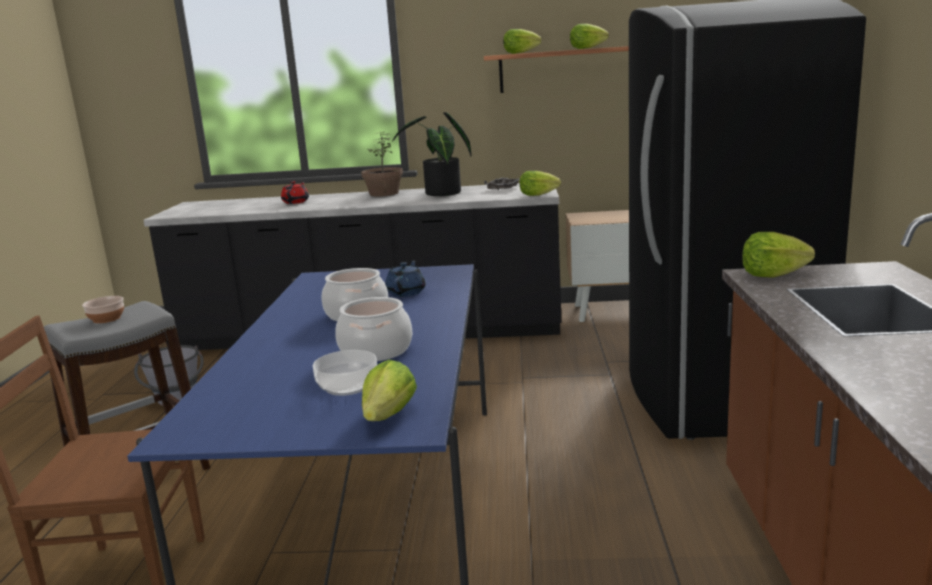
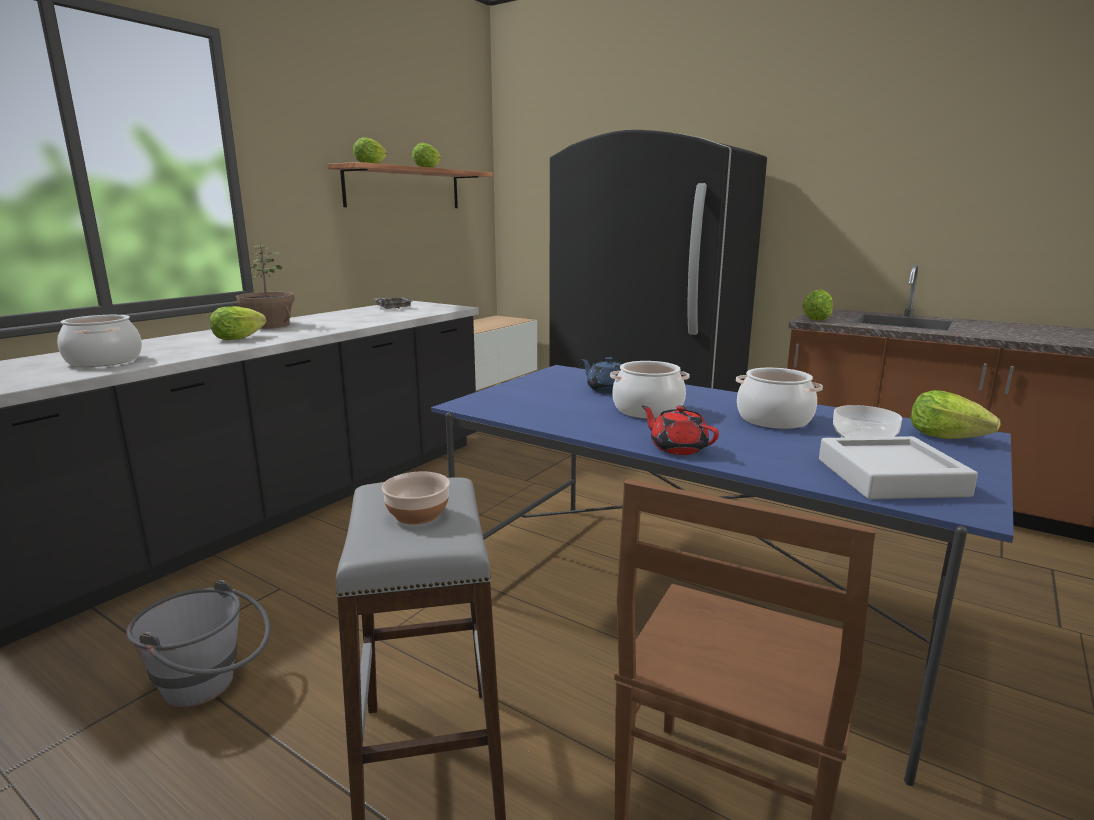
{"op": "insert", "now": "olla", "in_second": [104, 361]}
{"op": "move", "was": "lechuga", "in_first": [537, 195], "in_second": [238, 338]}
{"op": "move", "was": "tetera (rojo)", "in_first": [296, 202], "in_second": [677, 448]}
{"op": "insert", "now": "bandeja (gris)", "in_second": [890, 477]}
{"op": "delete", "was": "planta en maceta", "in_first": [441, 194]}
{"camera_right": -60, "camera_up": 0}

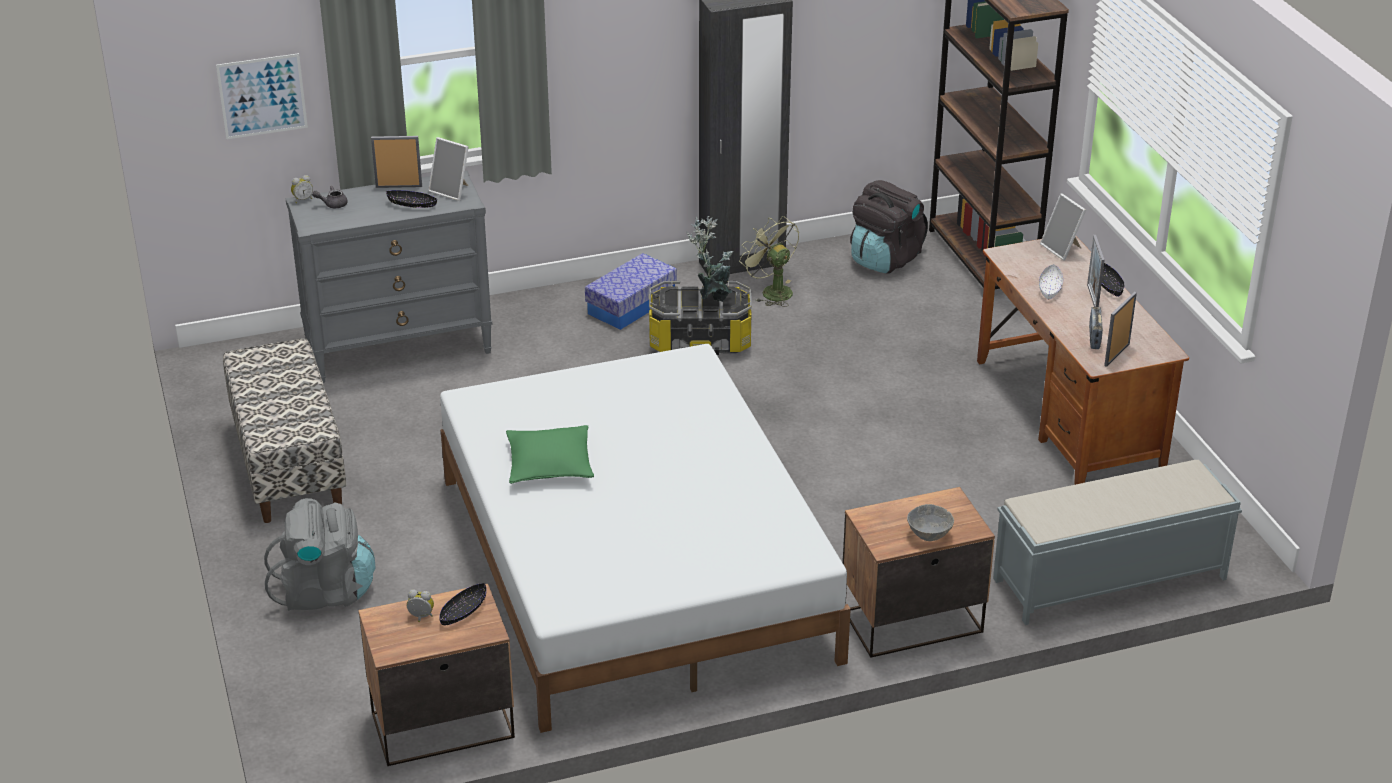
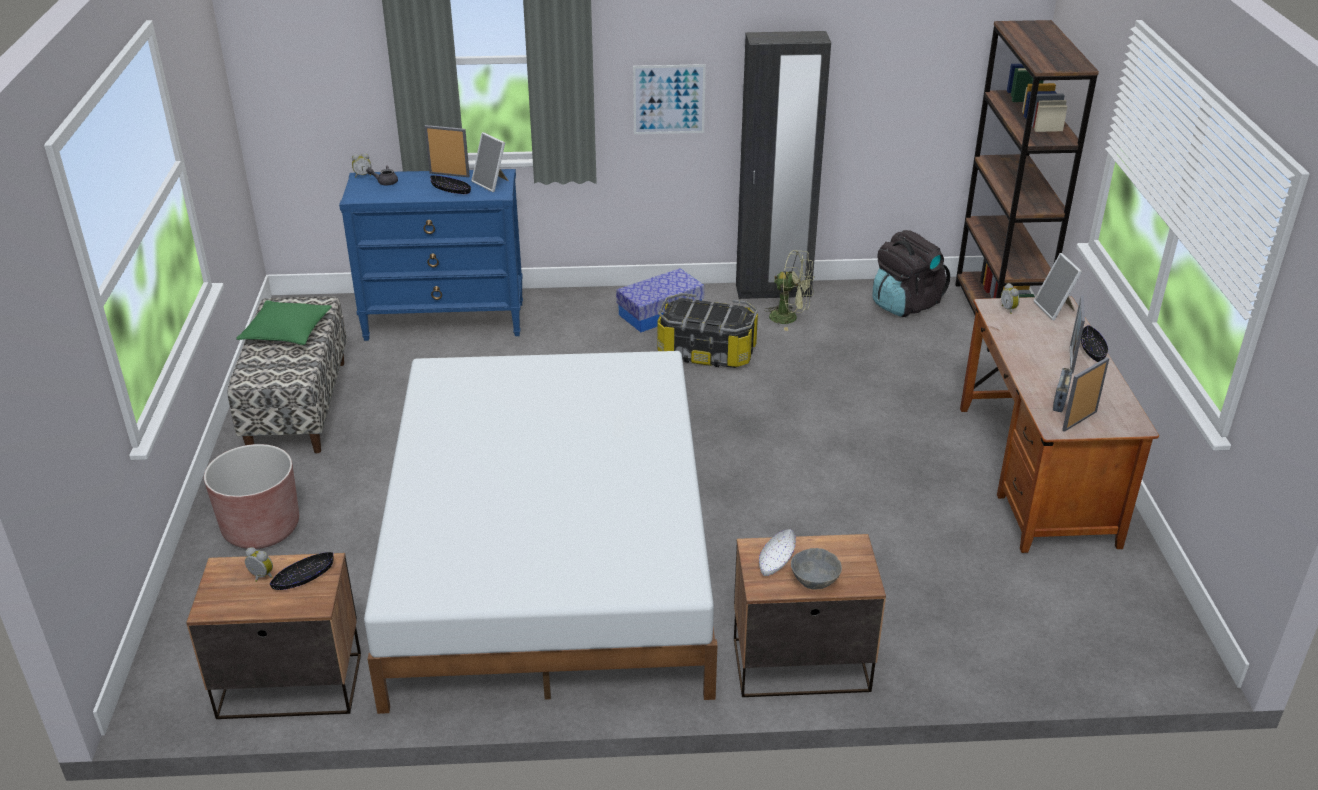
{"op": "replace", "was": "mochila (gris)", "now": "maceta (marrón)", "in_first": [325, 592], "in_second": [261, 528]}
{"op": "move", "was": "cojín (verde)", "in_first": [550, 464], "in_second": [286, 332]}
{"op": "recolor", "was": "cómoda (gris)", "now": "cómoda (azul)", "in_first": [399, 348], "in_second": [445, 321]}
{"op": "move", "was": "cuadro", "in_first": [262, 96], "in_second": [669, 99]}
{"op": "move", "was": "cuenco (blanco)", "in_first": [1050, 289], "in_second": [776, 560]}
{"op": "rotate", "was": "ventilador (verde)", "in_first": [771, 291], "in_second": [790, 318], "clockwise": 135}
{"op": "insert", "now": "despertador", "in_second": [1009, 309]}
{"op": "delete", "was": "planta en maceta", "in_first": [712, 298]}
{"op": "delete", "was": "banco (gris)", "in_first": [1108, 579]}
{"camera_right": 15, "camera_up": 0}

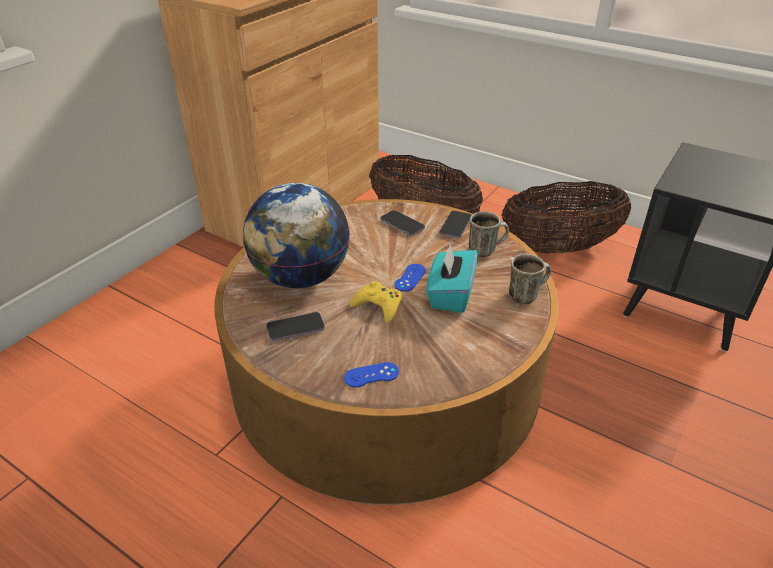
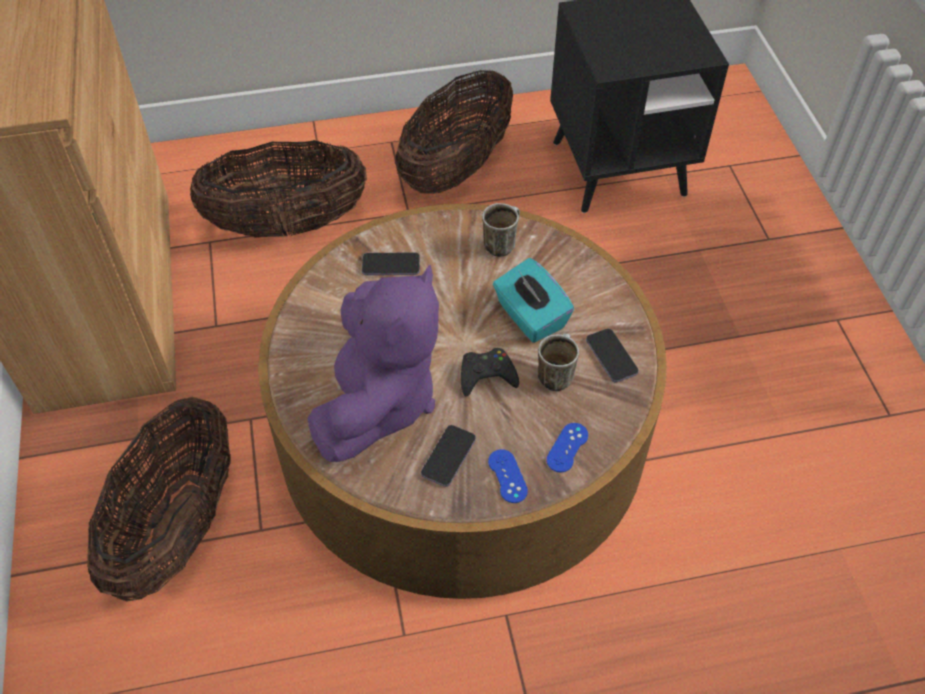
{"op": "insert", "now": "cesta", "in_second": [178, 527]}
{"op": "replace", "was": "globo terráqueo", "now": "peluche (morado)", "in_first": [300, 277], "in_second": [378, 401]}
{"op": "recolor", "was": "mando de consola (amarillo)", "now": "mando de consola (negro)", "in_first": [378, 305], "in_second": [487, 375]}
{"op": "move", "was": "mando de consola (azul)", "in_first": [410, 278], "in_second": [507, 476]}
{"op": "move", "was": "taza grande", "in_first": [526, 294], "in_second": [555, 374]}
{"op": "move", "was": "móvil", "in_first": [455, 226], "in_second": [611, 356]}
{"camera_right": -45, "camera_up": 15}

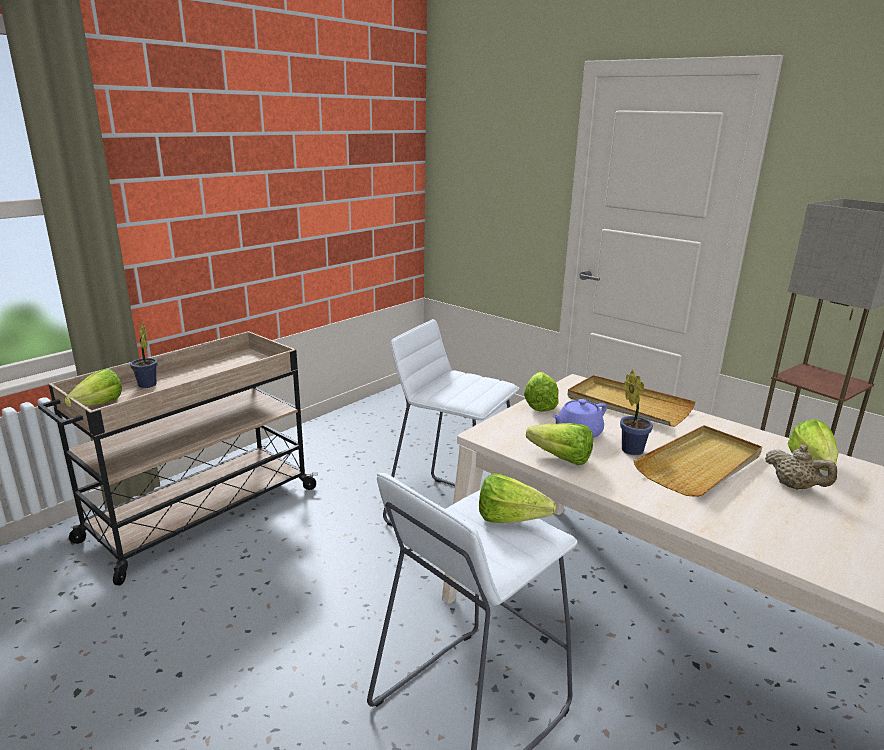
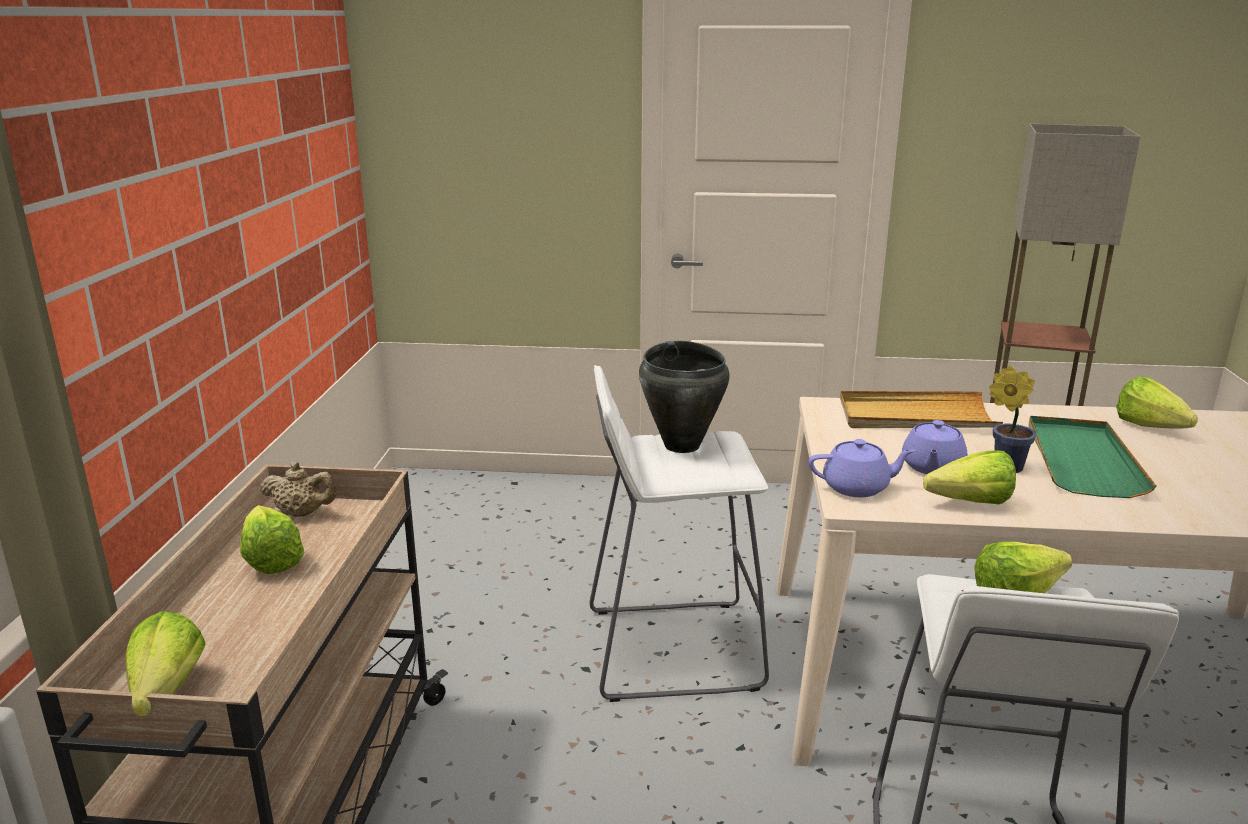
{"op": "move", "was": "lechuga", "in_first": [540, 403], "in_second": [272, 556]}
{"op": "move", "was": "tetera (beis)", "in_first": [794, 486], "in_second": [302, 513]}
{"op": "insert", "now": "olla (negro)", "in_second": [682, 445]}
{"op": "insert", "now": "tetera (morado)", "in_second": [857, 487]}
{"op": "recolor", "was": "bandeja (beis)", "now": "bandeja (verde)", "in_first": [700, 464], "in_second": [1081, 460]}
{"op": "delete", "was": "planta en maceta", "in_first": [147, 386]}
{"camera_right": -35, "camera_up": 0}

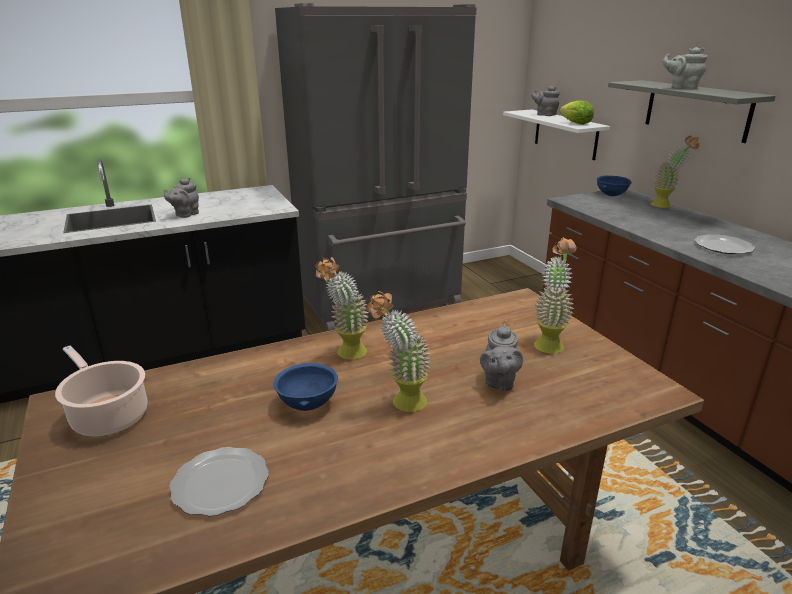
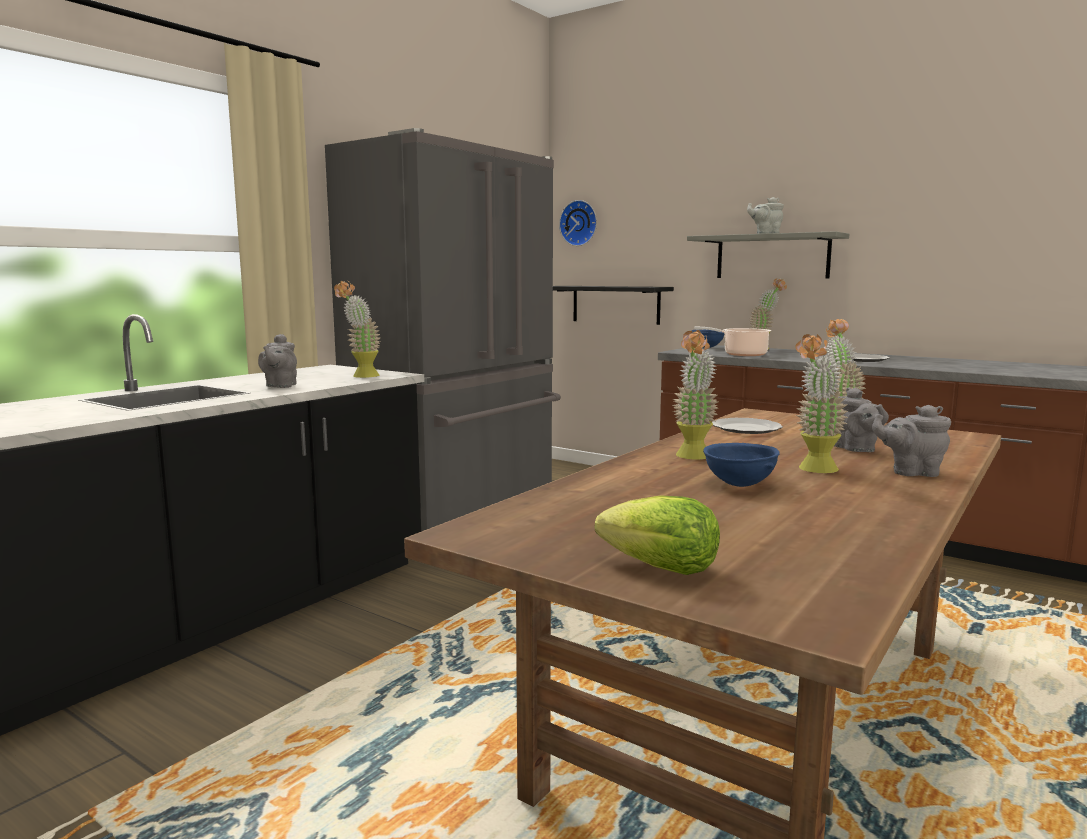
{"op": "insert", "now": "planta en maceta", "in_second": [360, 376]}
{"op": "recolor", "was": "estante (blanco)", "now": "estante (negro)", "in_first": [565, 134], "in_second": [615, 304]}
{"op": "insert", "now": "reloj de pared", "in_second": [579, 223]}
{"op": "move", "was": "lechuga", "in_first": [575, 123], "in_second": [661, 569]}
{"op": "move", "was": "olla", "in_first": [108, 415], "in_second": [742, 354]}
{"op": "move", "was": "plato", "in_first": [219, 483], "in_second": [745, 429]}
{"op": "move", "was": "tetera (gris)", "in_first": [544, 114], "in_second": [911, 472]}
{"camera_right": -30, "camera_up": -15}

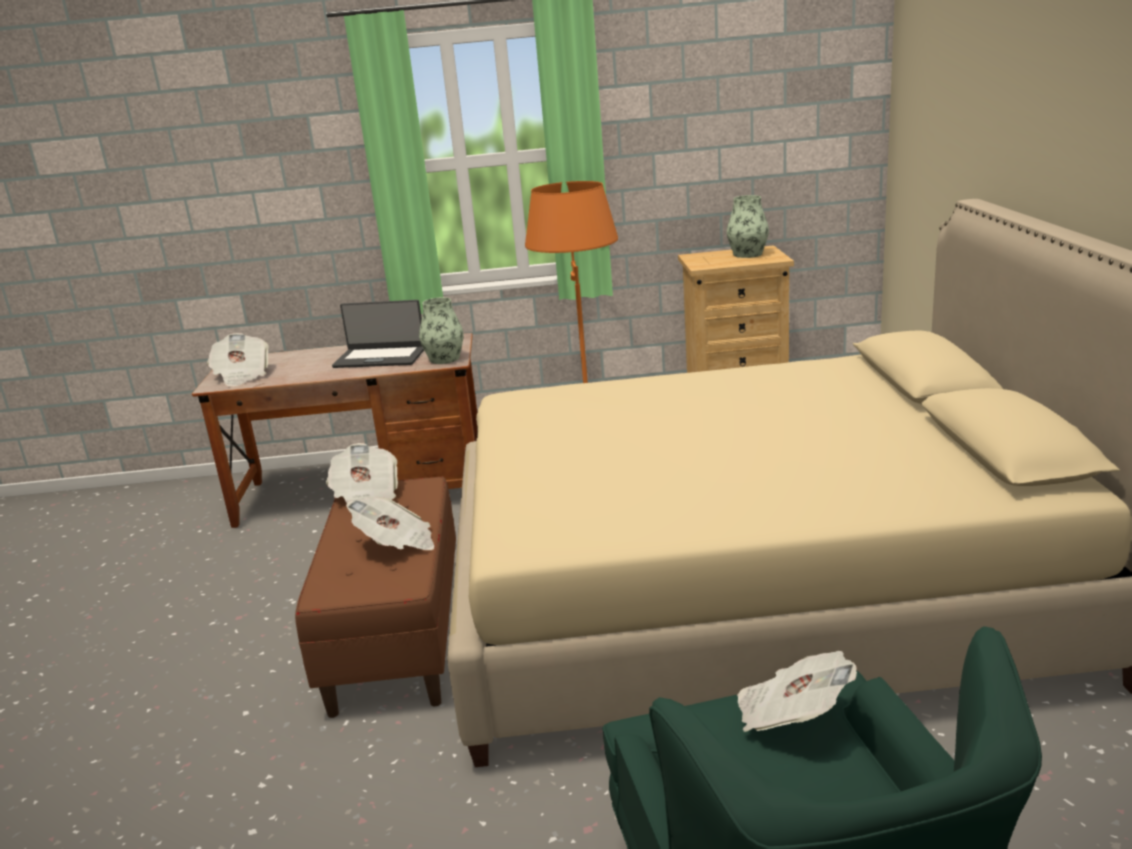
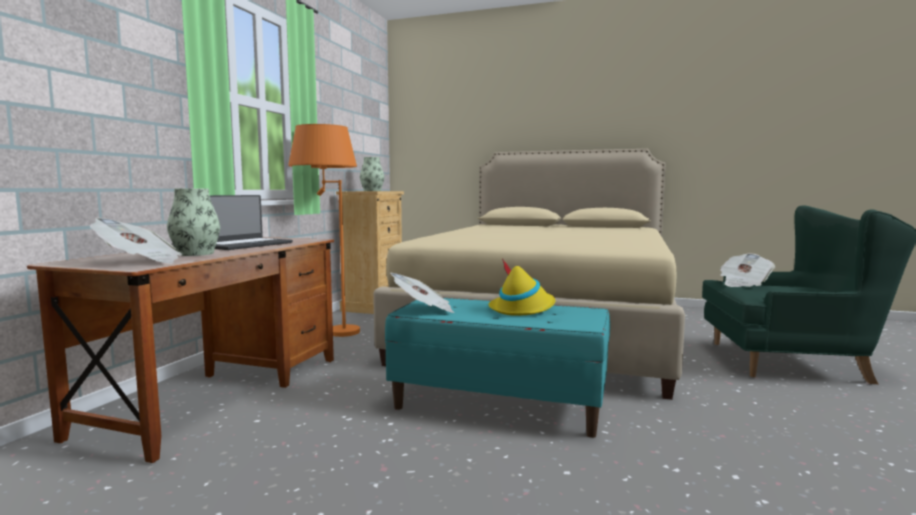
{"op": "move", "was": "florero", "in_first": [444, 359], "in_second": [195, 253]}
{"op": "recolor", "was": "banco (marrón)", "now": "banco (turquesa)", "in_first": [398, 636], "in_second": [499, 404]}
{"op": "replace", "was": "periódico", "now": "sombrero (amarillo)", "in_first": [396, 544], "in_second": [522, 309]}
{"camera_right": -70, "camera_up": -15}

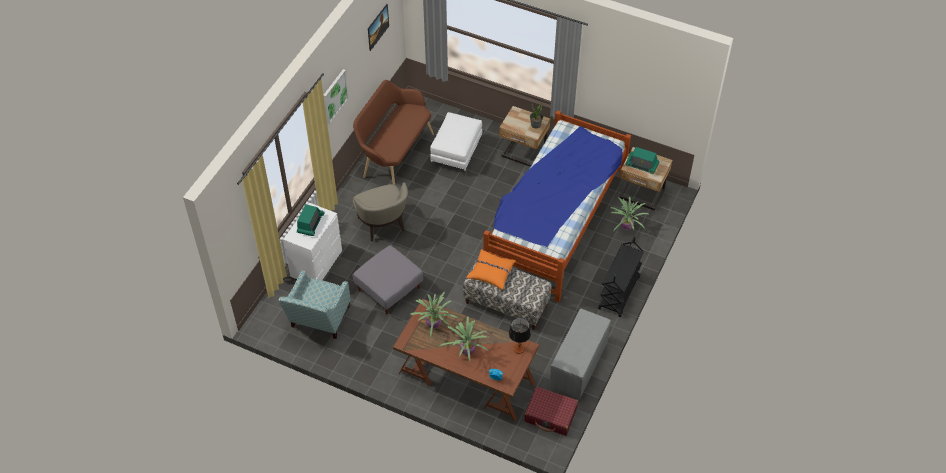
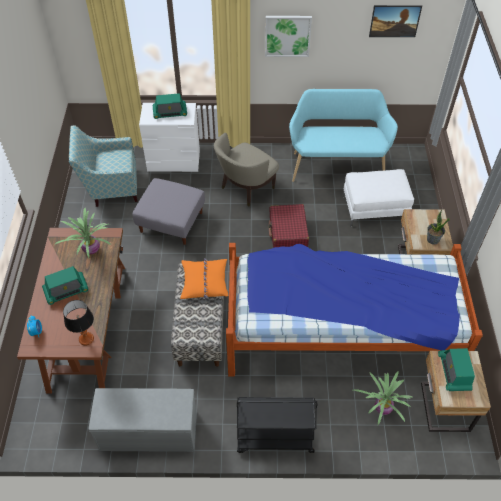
{"op": "replace", "was": "planta en maceta", "now": "radio", "in_first": [466, 350], "in_second": [66, 290]}
{"op": "move", "was": "maleta (rojo)", "in_first": [550, 415], "in_second": [288, 232]}
{"op": "recolor", "was": "banco (marrón)", "now": "banco (turquesa)", "in_first": [394, 155], "in_second": [336, 164]}
{"camera_right": 65, "camera_up": 0}

